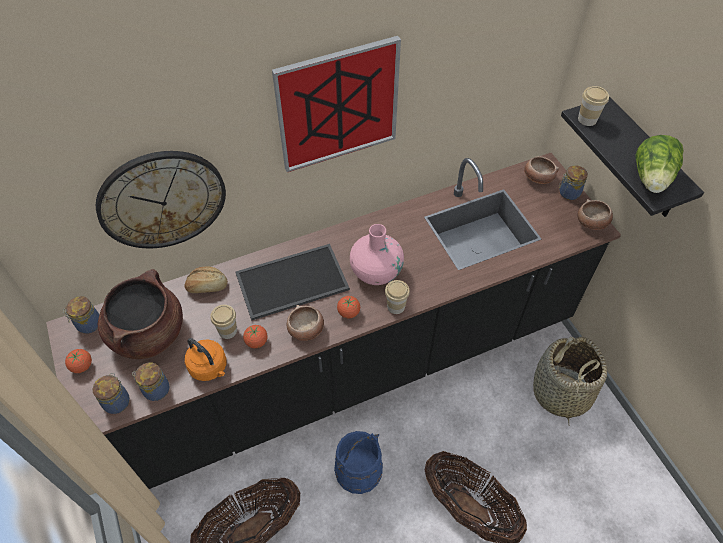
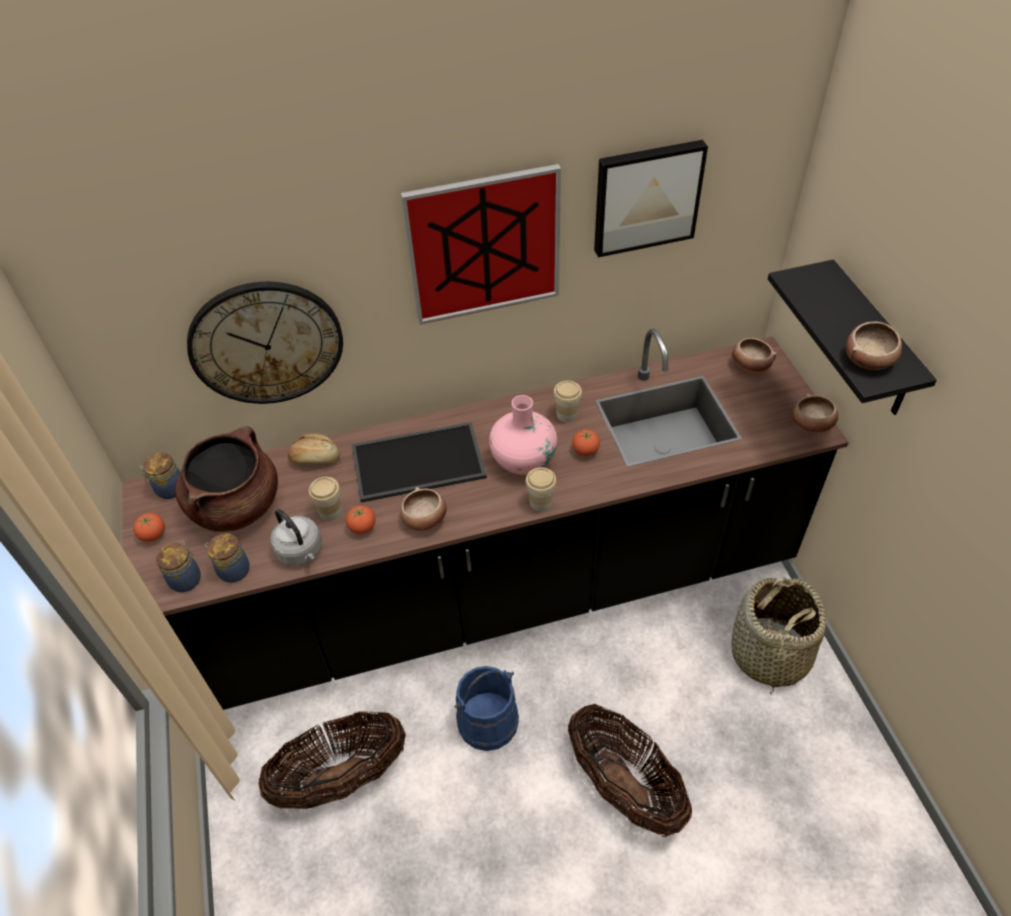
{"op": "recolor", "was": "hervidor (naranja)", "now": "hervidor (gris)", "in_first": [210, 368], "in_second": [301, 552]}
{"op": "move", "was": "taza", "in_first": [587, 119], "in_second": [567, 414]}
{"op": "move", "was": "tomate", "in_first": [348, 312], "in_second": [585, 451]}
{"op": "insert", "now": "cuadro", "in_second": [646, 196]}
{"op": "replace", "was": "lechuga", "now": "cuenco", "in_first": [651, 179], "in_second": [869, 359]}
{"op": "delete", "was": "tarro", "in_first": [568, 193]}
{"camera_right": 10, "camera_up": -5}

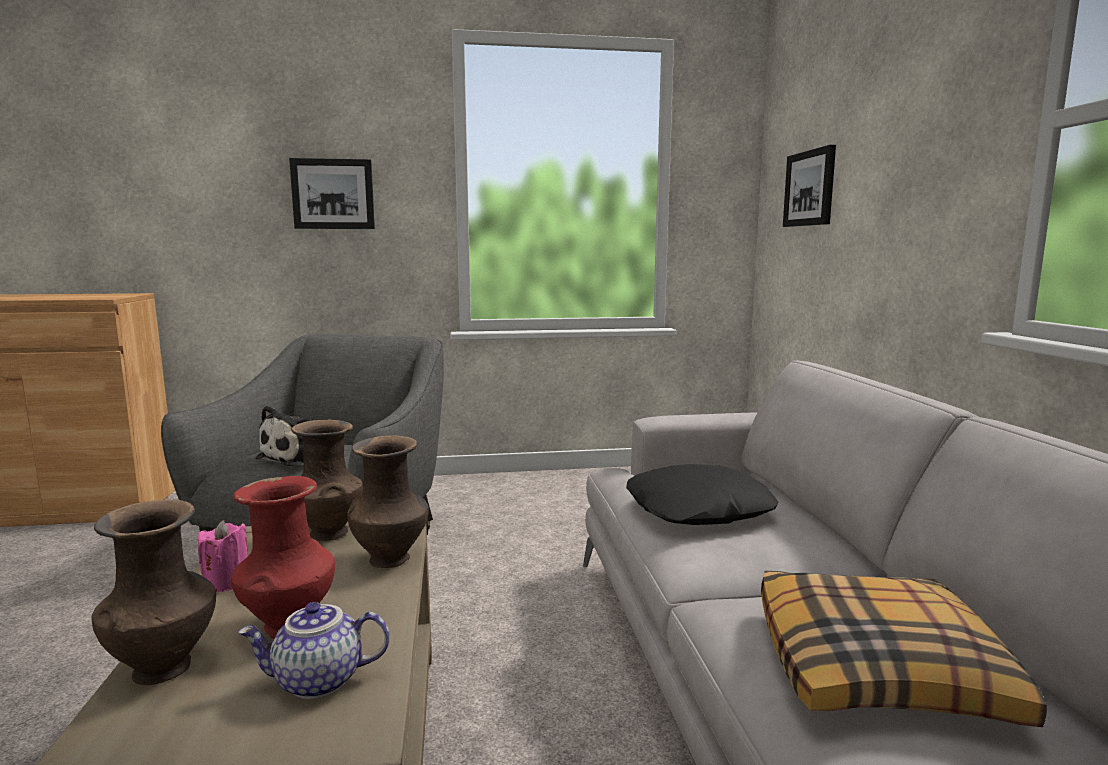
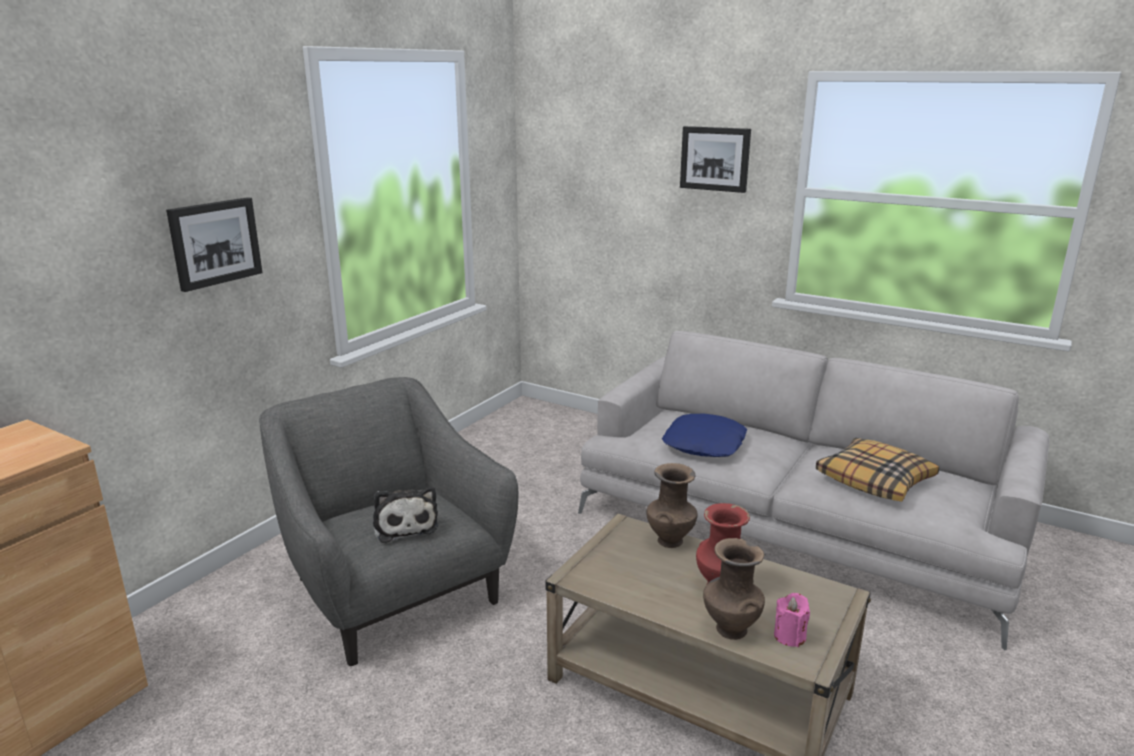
{"op": "recolor", "was": "cojín (negro)", "now": "cojín (azul)", "in_first": [698, 510], "in_second": [705, 444]}
{"op": "move", "was": "cuadro", "in_first": [810, 188], "in_second": [715, 158]}
{"op": "move", "was": "vela (rosa)", "in_first": [227, 582], "in_second": [789, 636]}
{"op": "delete", "was": "tetera", "in_first": [317, 682]}
{"op": "delete", "was": "florero (marrón)", "in_first": [327, 533]}
{"camera_right": -50, "camera_up": 10}

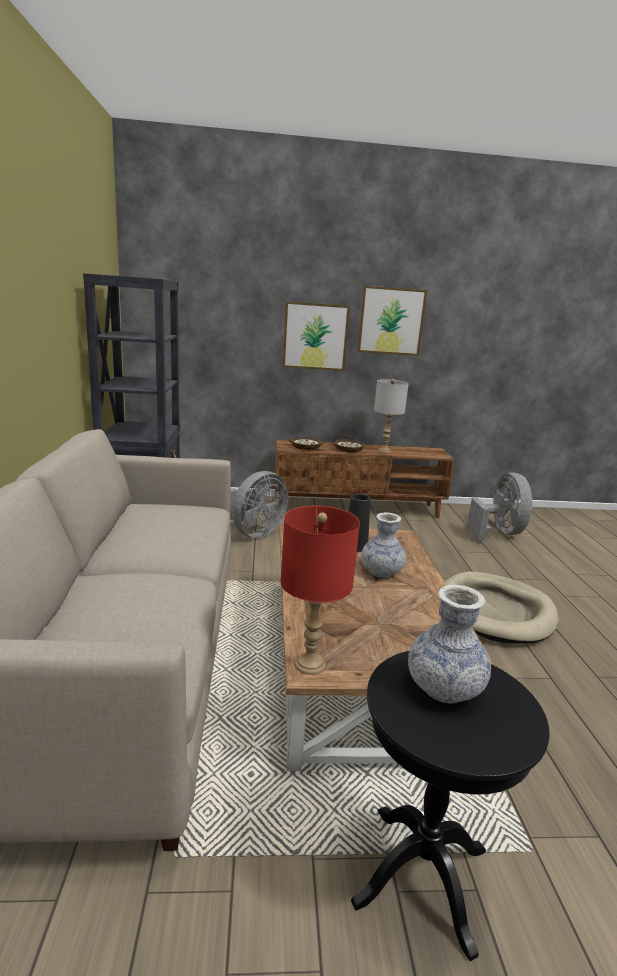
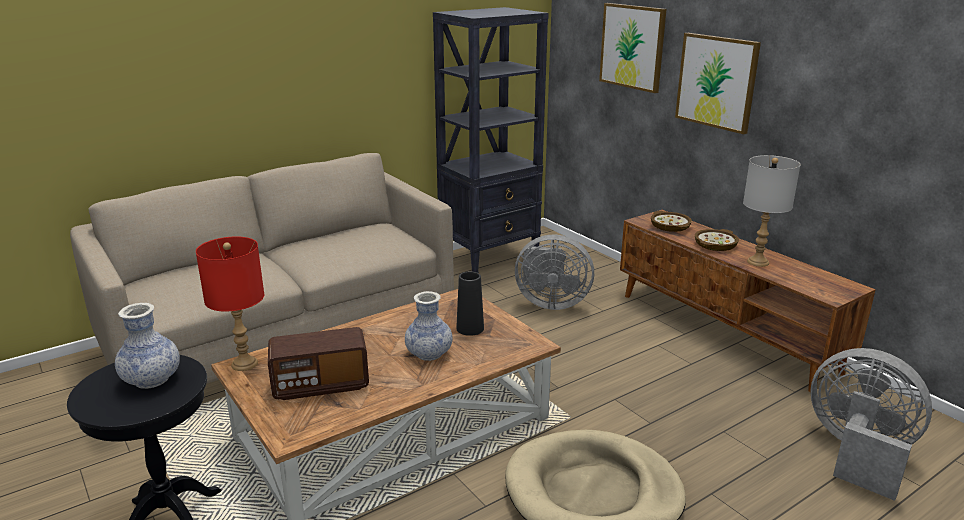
{"op": "insert", "now": "radio", "in_second": [321, 385]}
{"op": "move", "was": "cuadro", "in_first": [391, 321], "in_second": [632, 46]}
{"op": "rotate", "was": "ventilador (gris)", "in_first": [498, 533], "in_second": [858, 453], "clockwise": -105}
{"camera_right": 60, "camera_up": 5}

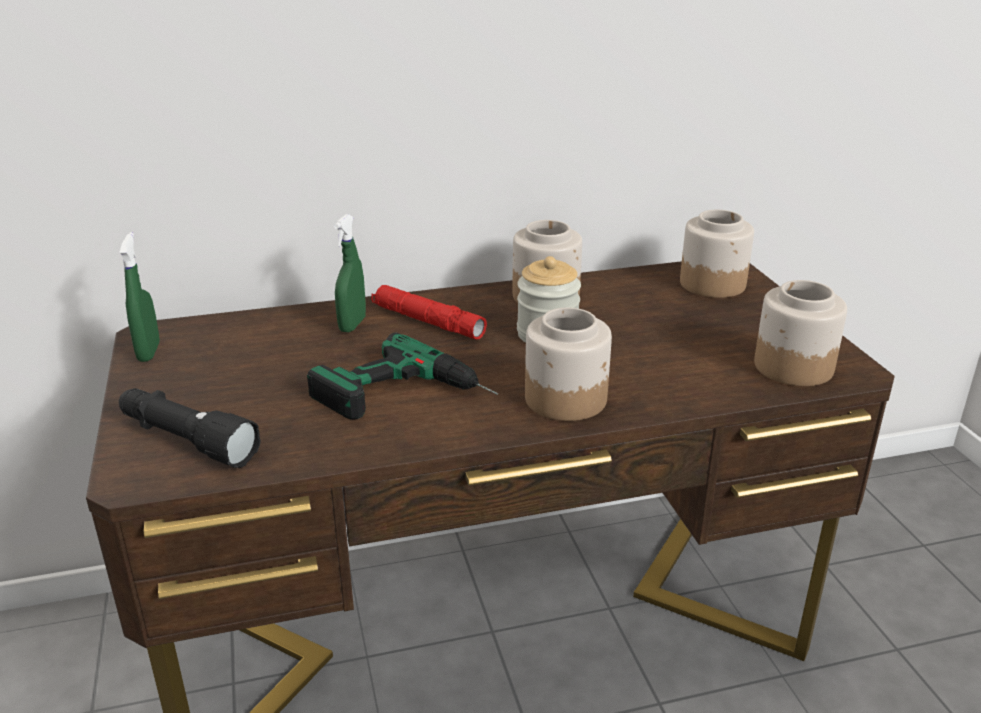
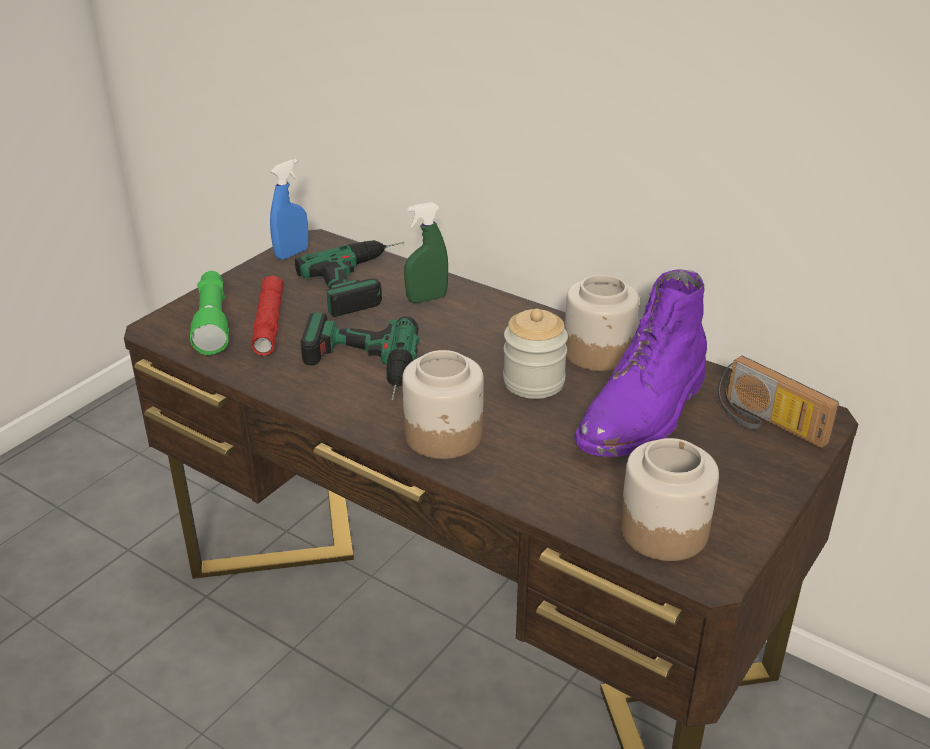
{"op": "recolor", "was": "linterna (negro)", "now": "linterna (verde)", "in_first": [186, 440], "in_second": [212, 322]}
{"op": "move", "was": "linterna (rojo)", "in_first": [427, 321], "in_second": [269, 323]}
{"op": "recolor", "was": "pulverizador (verde)", "now": "pulverizador (azul)", "in_first": [149, 352], "in_second": [292, 254]}
{"op": "insert", "now": "taladro", "in_second": [366, 281]}
{"op": "insert", "now": "bota (morado)", "in_second": [644, 413]}
{"op": "replace", "was": "tarro", "now": "radio", "in_first": [713, 284], "in_second": [766, 424]}
{"camera_right": 50, "camera_up": 5}

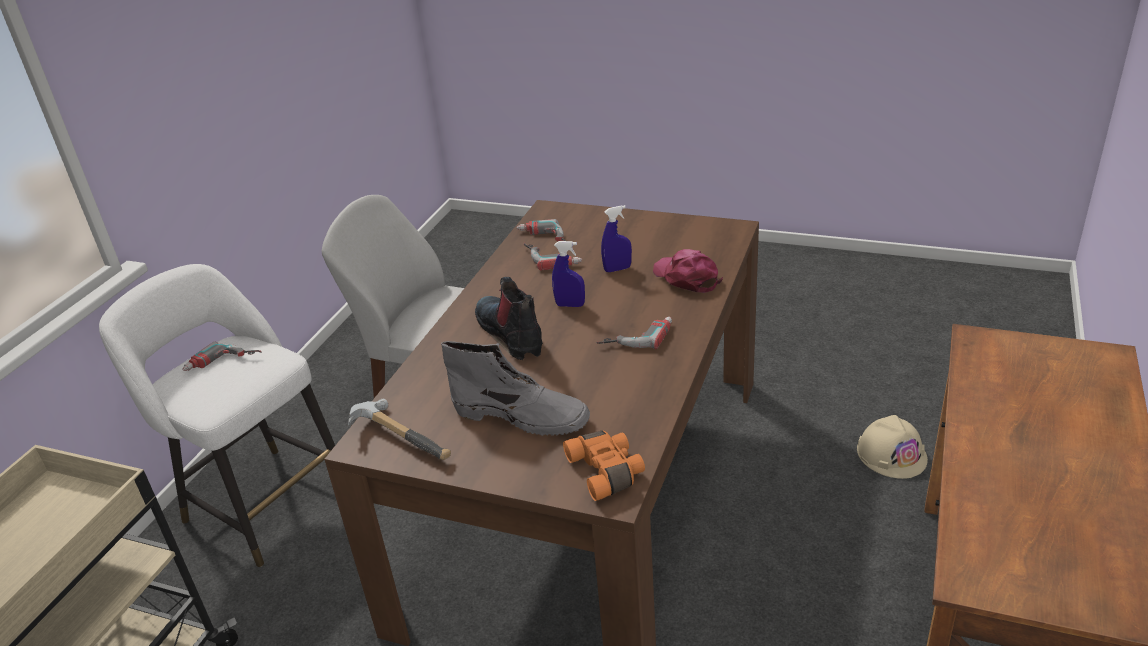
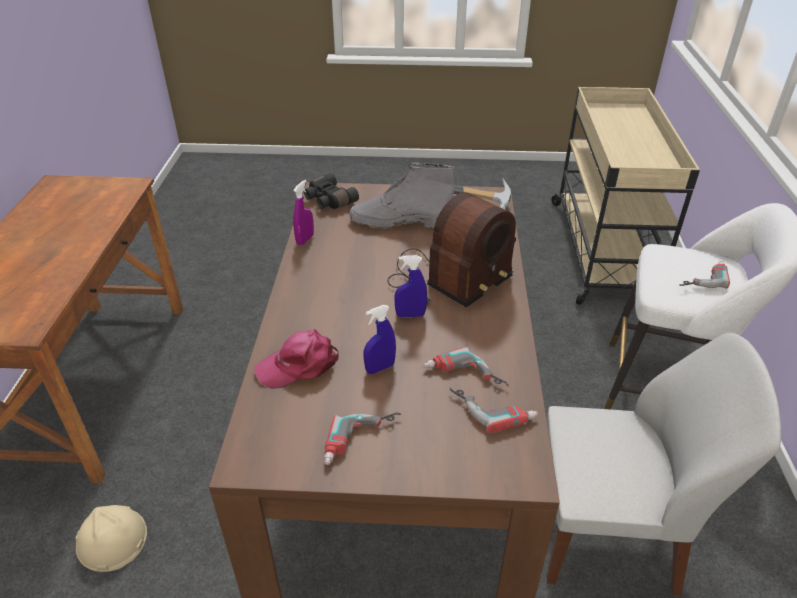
{"op": "rotate", "was": "gorra (rosa)", "in_first": [686, 277], "in_second": [299, 365], "clockwise": 120}
{"op": "insert", "now": "pulverizador (morado)", "in_second": [305, 239]}
{"op": "recolor", "was": "prismáticos (naranja)", "now": "prismáticos (negro)", "in_first": [607, 471], "in_second": [328, 200]}
{"op": "move", "was": "taladro", "in_first": [636, 335], "in_second": [362, 442]}
{"op": "replace", "was": "bota", "now": "radio", "in_first": [512, 334], "in_second": [447, 279]}
{"camera_right": 160, "camera_up": 5}

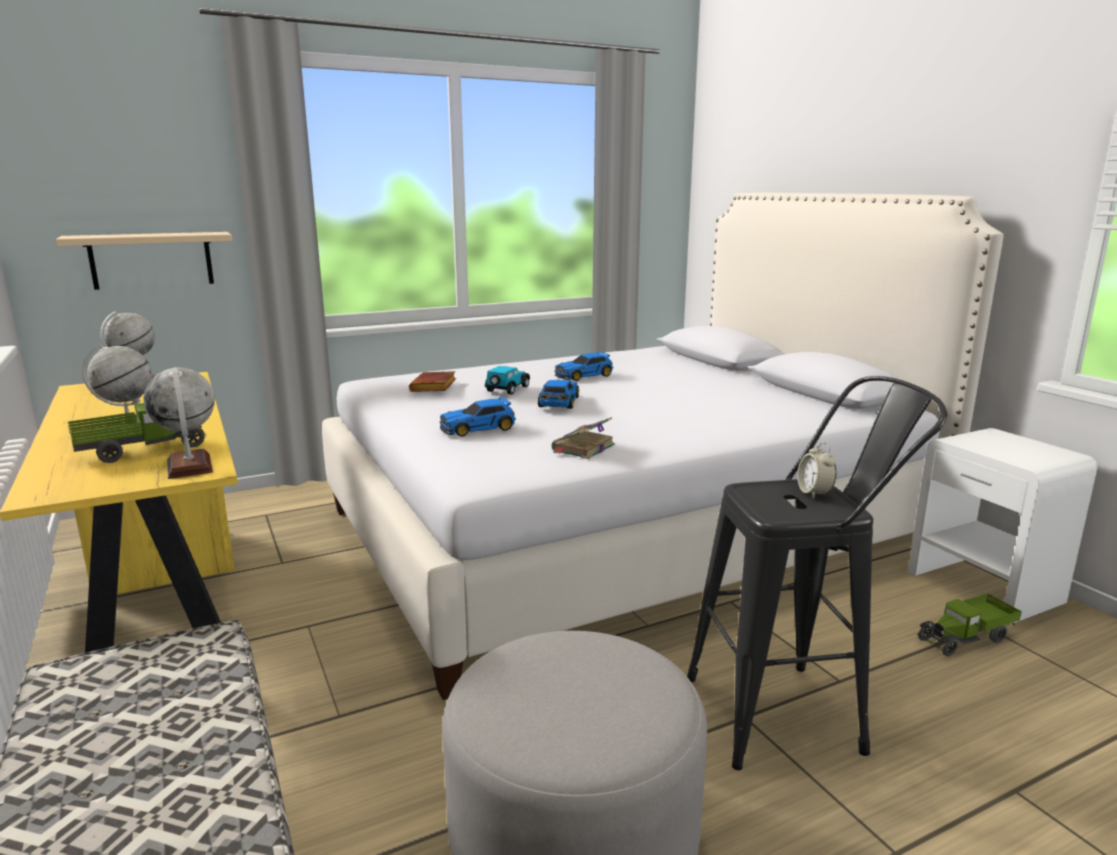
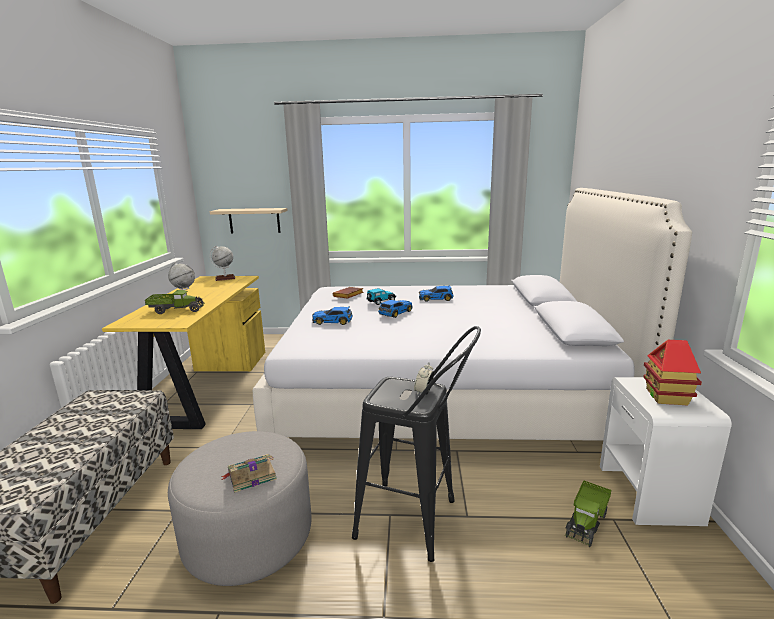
{"op": "move", "was": "libro", "in_first": [582, 448], "in_second": [250, 476]}
{"op": "rotate", "was": "camión de juguete", "in_first": [966, 639], "in_second": [587, 522], "clockwise": -60}
{"op": "insert", "now": "casita", "in_second": [666, 397]}
{"op": "delete", "was": "globo terráqueo", "in_first": [190, 466]}
{"camera_right": 30, "camera_up": 0}

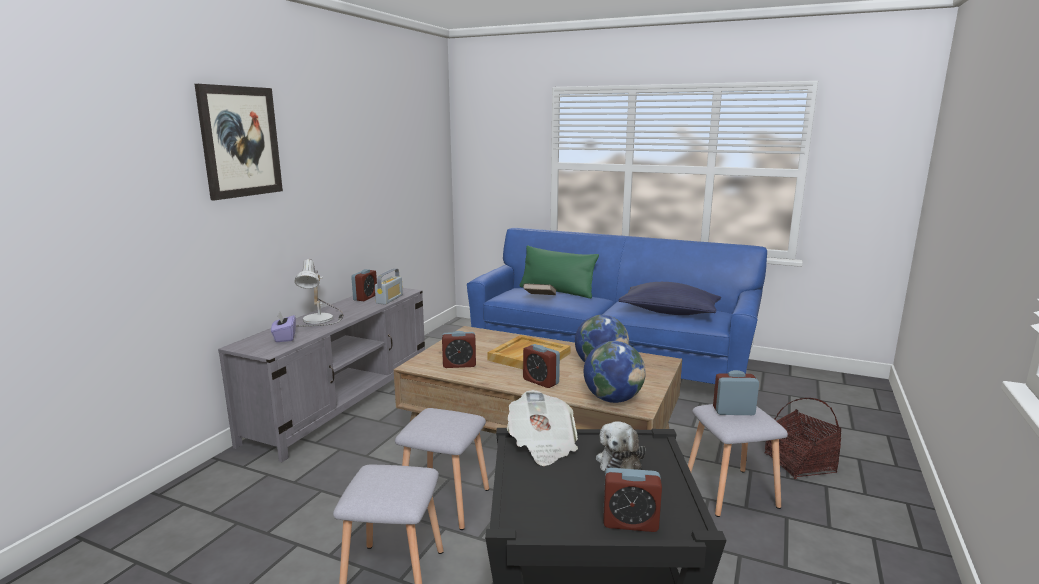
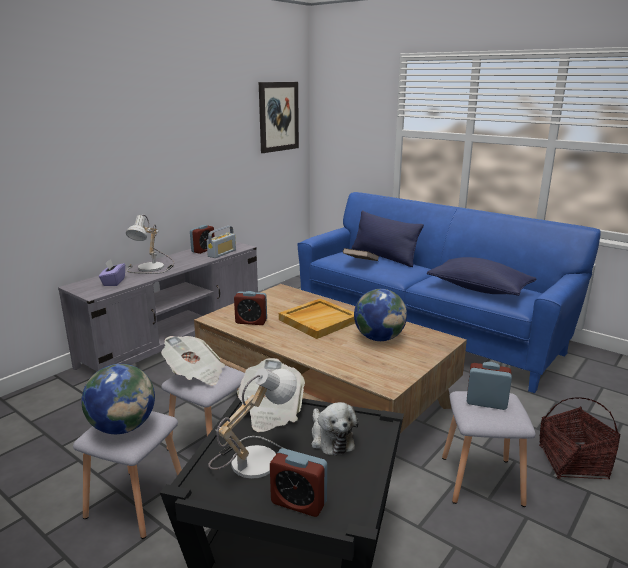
{"op": "move", "was": "globo terráqueo", "in_first": [613, 399], "in_second": [123, 427]}
{"op": "insert", "now": "periódico", "in_second": [195, 374]}
{"op": "insert", "now": "lámpara de mesa", "in_second": [253, 459]}
{"op": "move", "was": "cuadro", "in_first": [240, 142], "in_second": [278, 116]}
{"op": "rotate", "was": "peluche", "in_first": [619, 461], "in_second": [331, 439], "clockwise": -60}
{"op": "recolor", "was": "cojín (verde)", "now": "cojín (azul)", "in_first": [557, 291], "in_second": [384, 257]}
{"op": "delete", "was": "despertador", "in_first": [541, 381]}
{"camera_right": 15, "camera_up": 5}

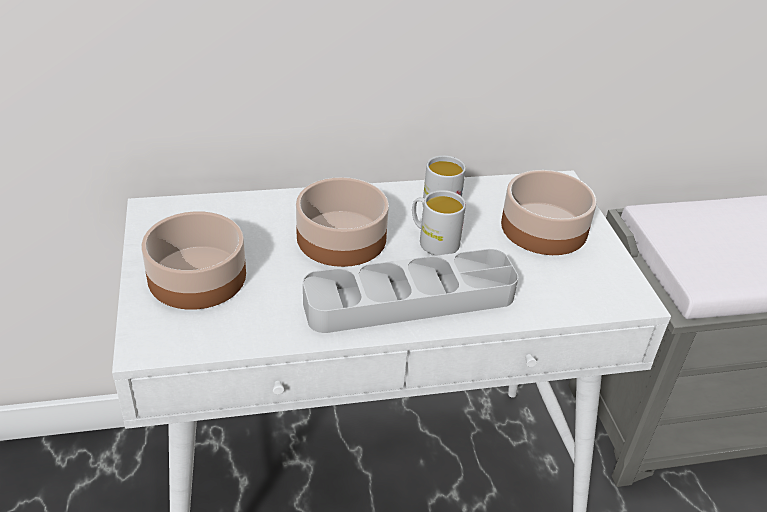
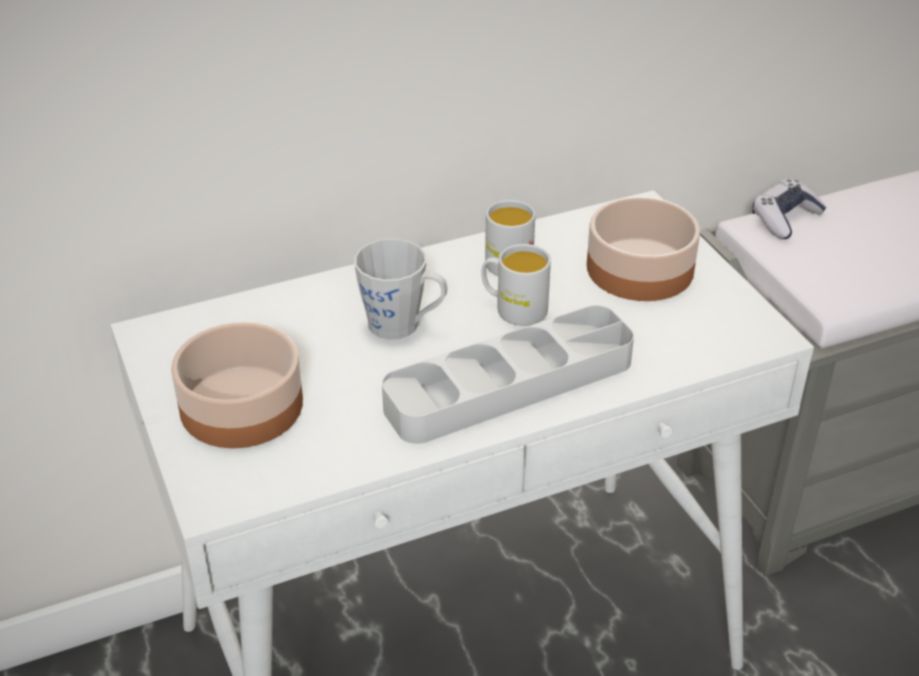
{"op": "replace", "was": "cuenco", "now": "taza grande (gris)", "in_first": [343, 238], "in_second": [403, 325]}
{"op": "insert", "now": "mando de consola", "in_second": [785, 218]}
{"camera_right": -10, "camera_up": 0}

